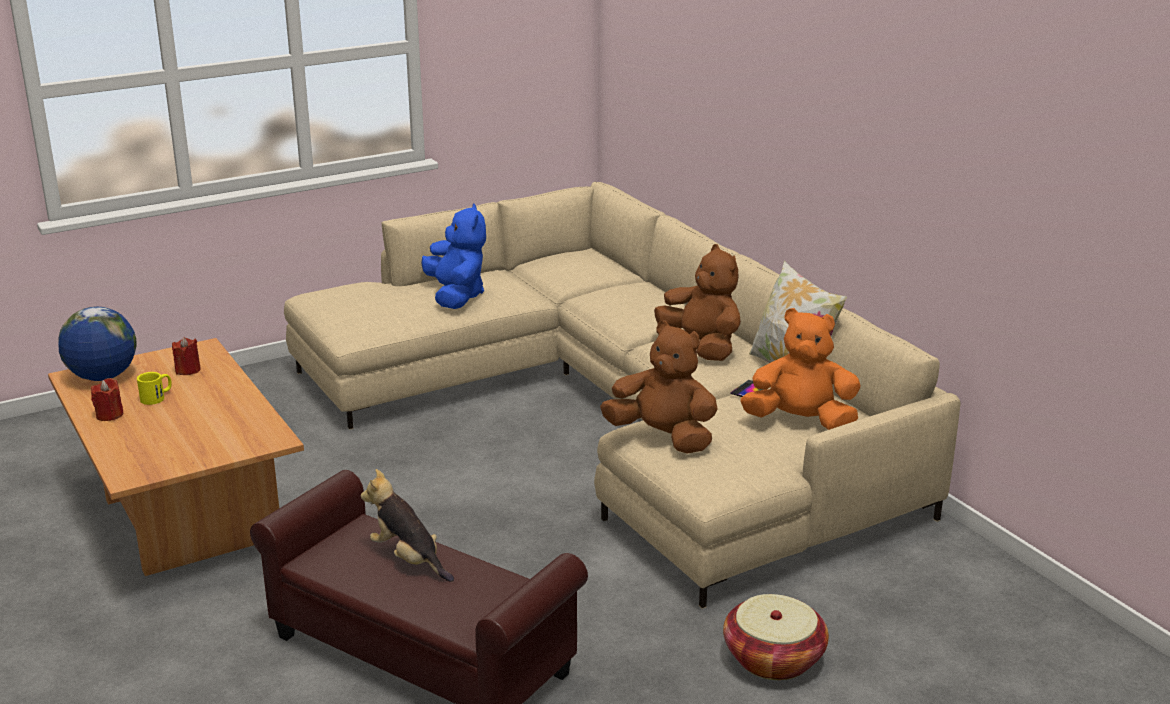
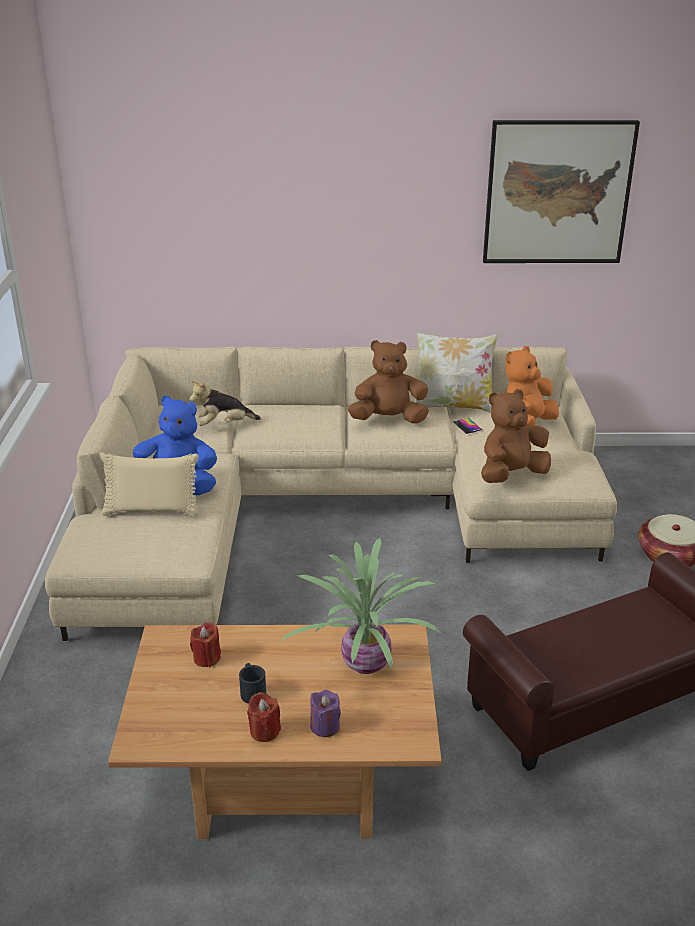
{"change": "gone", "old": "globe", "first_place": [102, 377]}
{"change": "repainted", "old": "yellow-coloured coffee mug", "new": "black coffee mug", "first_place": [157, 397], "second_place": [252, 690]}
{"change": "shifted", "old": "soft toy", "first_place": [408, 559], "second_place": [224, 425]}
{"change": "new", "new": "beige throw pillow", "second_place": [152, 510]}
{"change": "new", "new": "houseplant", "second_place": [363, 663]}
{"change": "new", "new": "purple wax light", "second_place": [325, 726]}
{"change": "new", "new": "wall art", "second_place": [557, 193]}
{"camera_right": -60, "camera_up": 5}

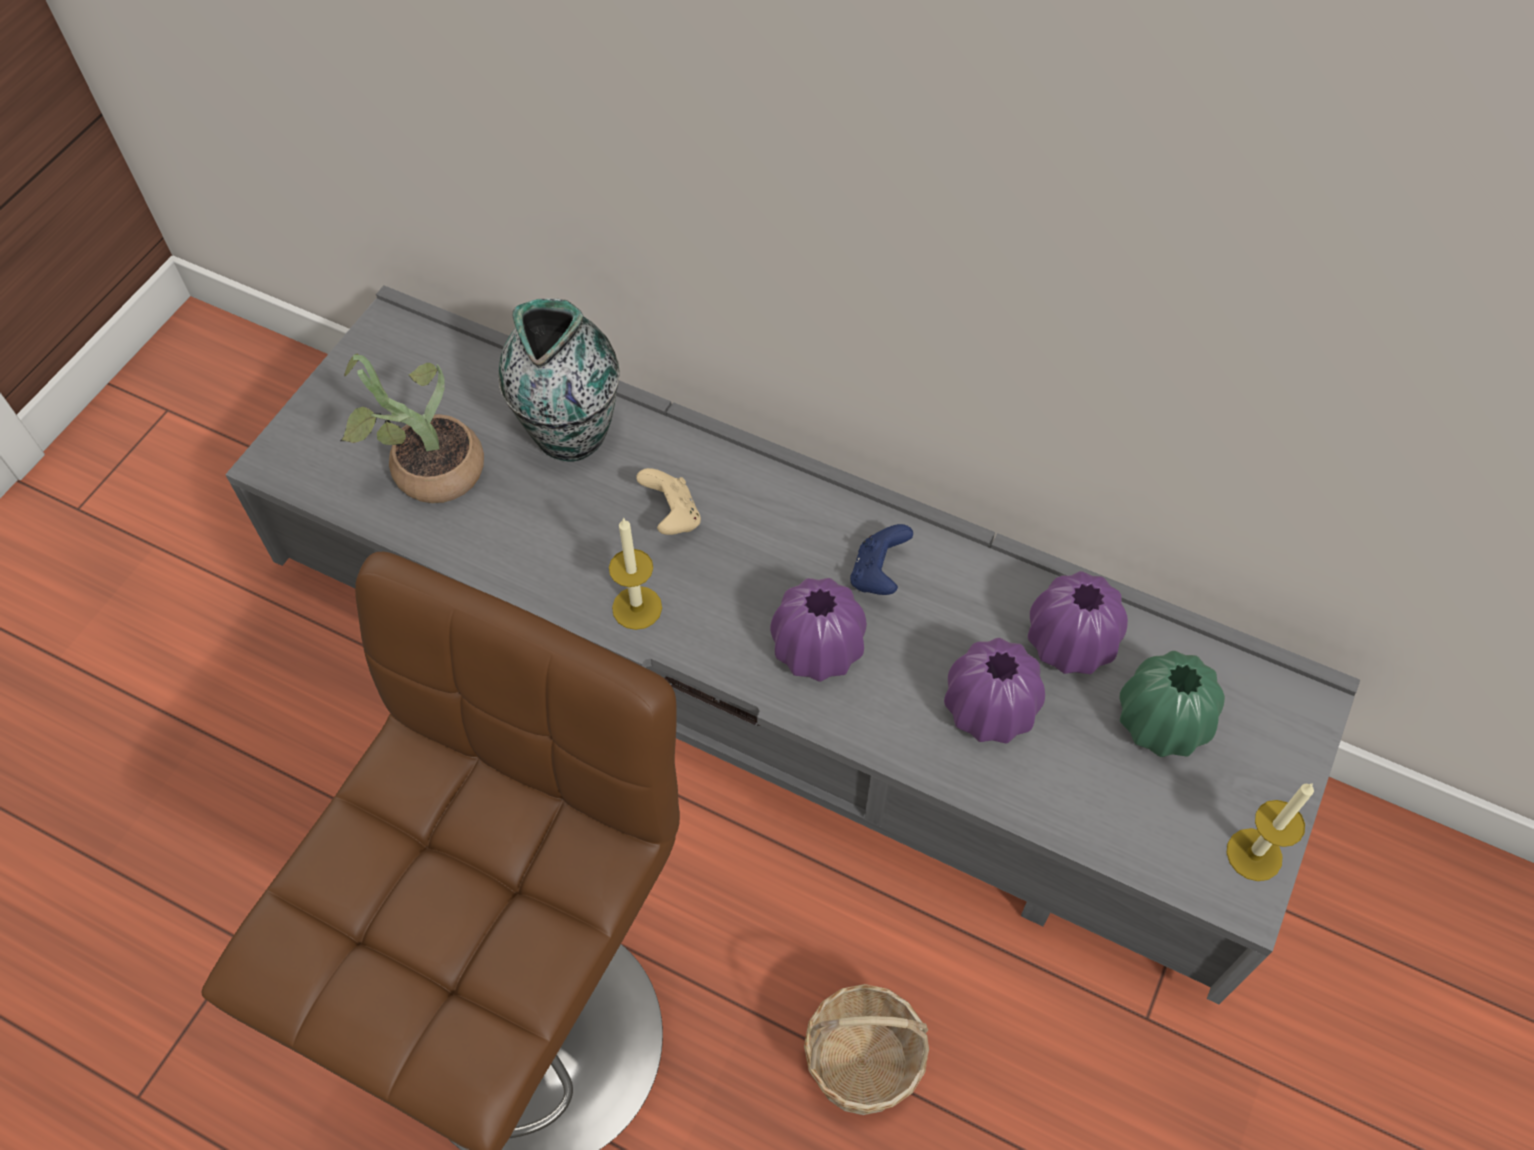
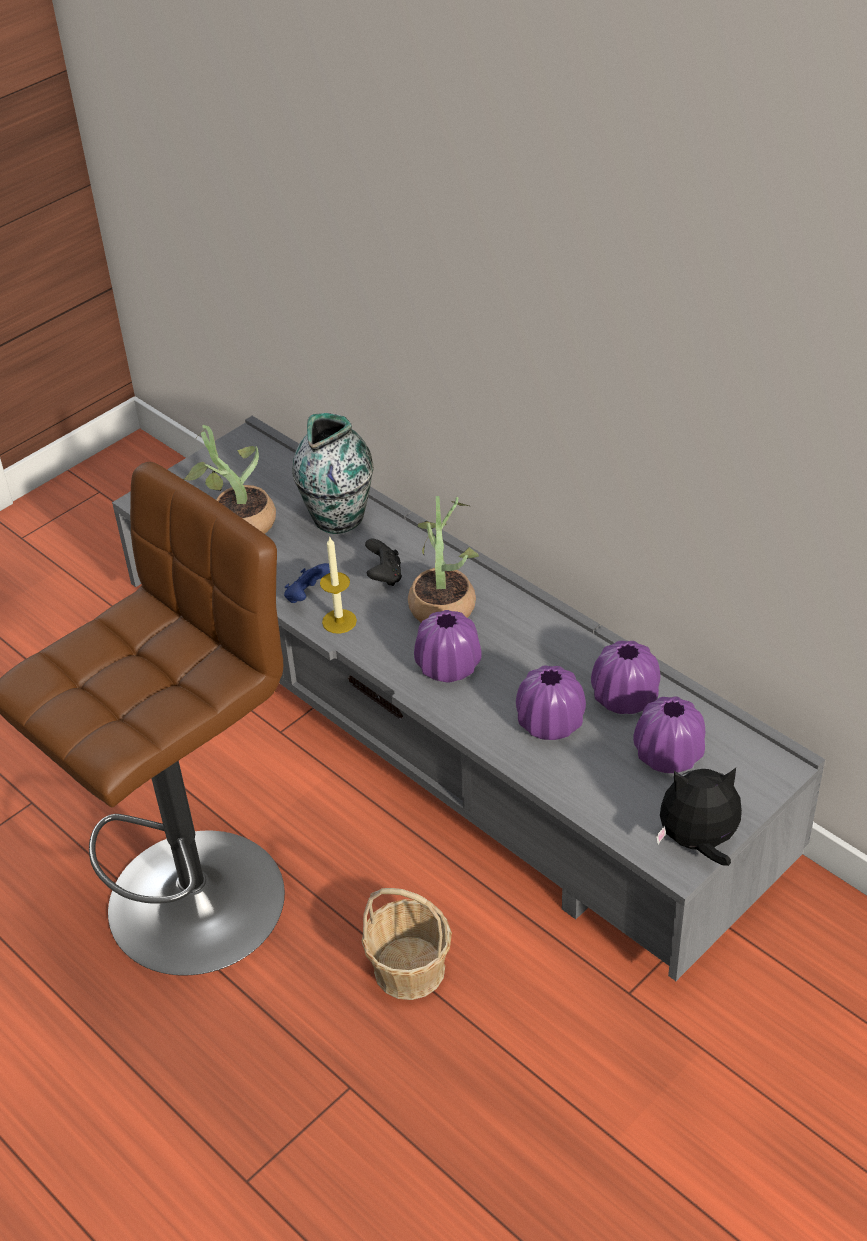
{"change": "repainted", "old": "beige joypad", "new": "black joypad", "first_place": [672, 516], "second_place": [384, 576]}
{"change": "shifted", "old": "blue joypad", "first_place": [878, 574], "second_place": [308, 596]}
{"change": "repainted", "old": "green-coloured flower vase", "new": "purple flower vase", "first_place": [1161, 722], "second_place": [668, 755]}
{"change": "swapped", "old": "wax light", "new": "soft toy", "first_place": [1254, 854], "second_place": [698, 843]}
{"change": "new", "new": "houseplant", "second_place": [443, 602]}
{"camera_right": 20, "camera_up": -15}

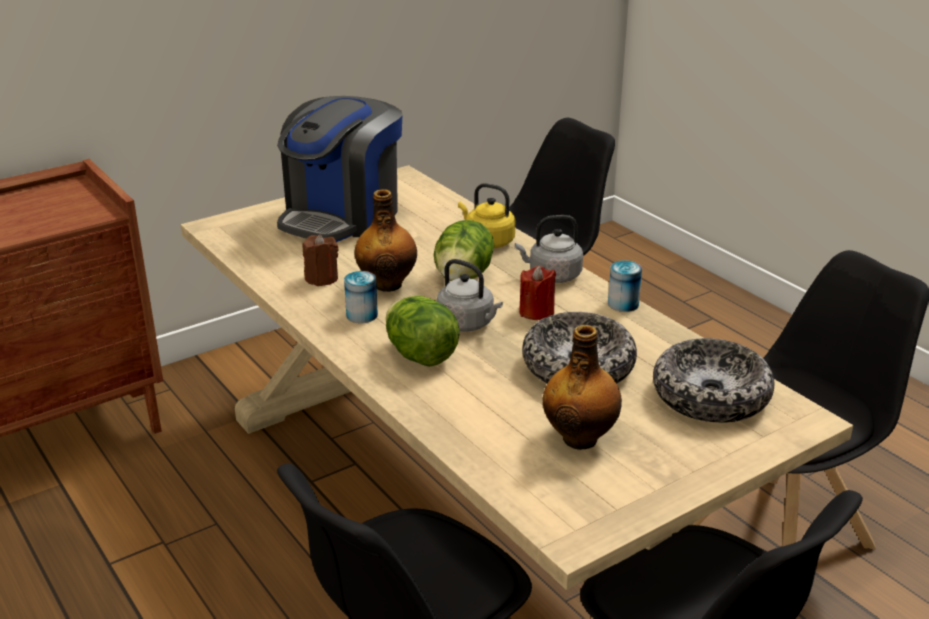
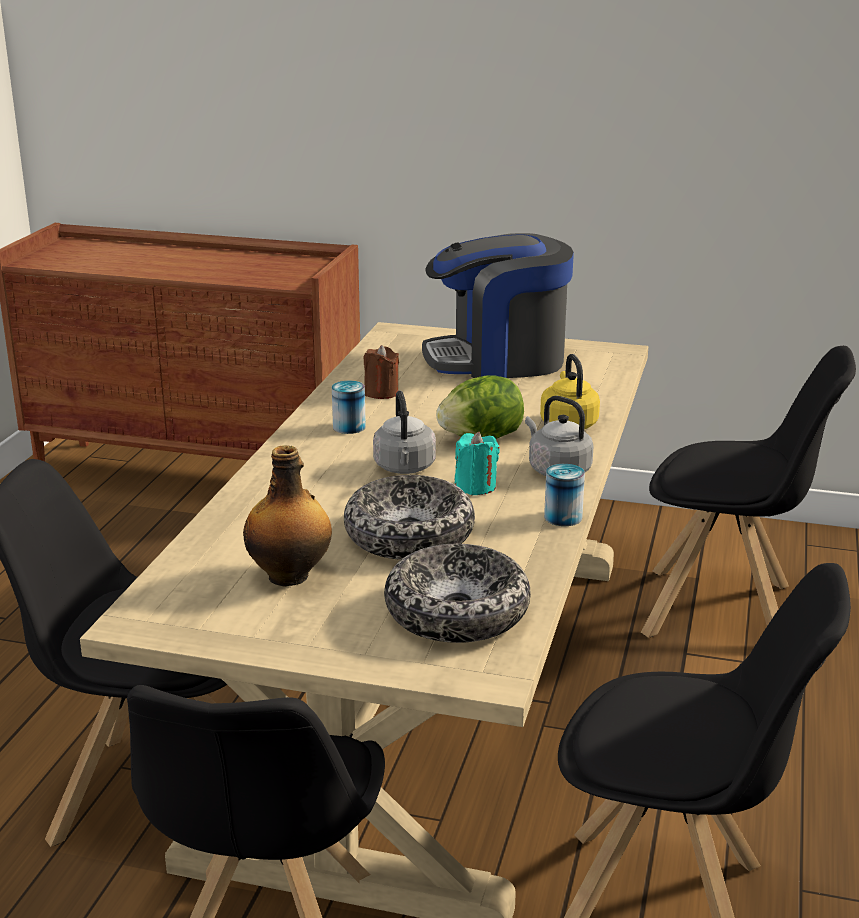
{"change": "gone", "old": "drink bottle", "first_place": [387, 284]}
{"change": "gone", "old": "head of lettuce", "first_place": [420, 356]}
{"change": "repainted", "old": "reddish wax light", "new": "turquoise-coloured wax light", "first_place": [536, 312], "second_place": [475, 487]}
{"camera_right": 50, "camera_up": -5}

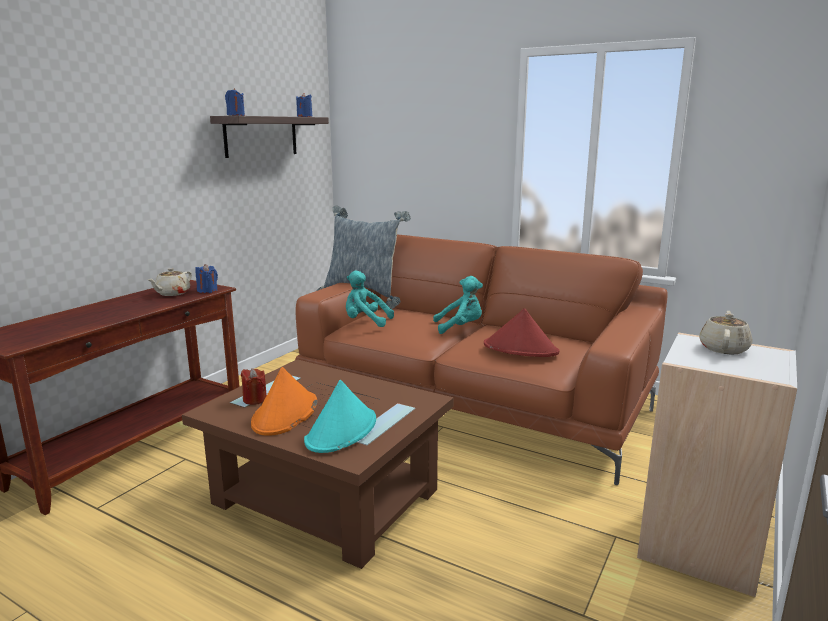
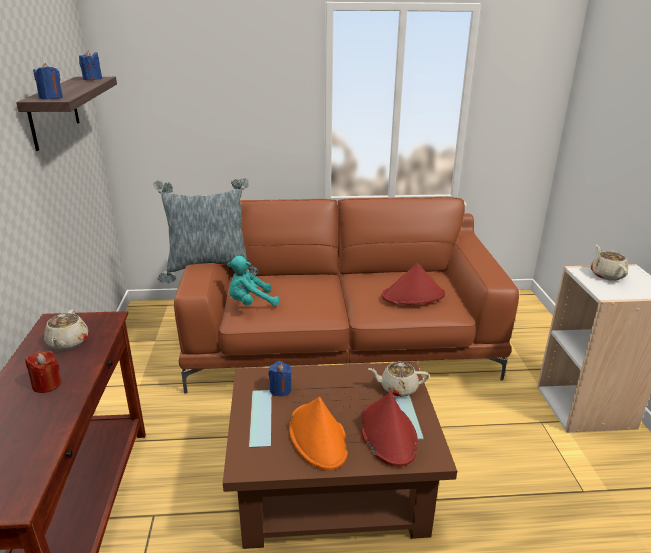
{"change": "shifted", "old": "blue wax light", "first_place": [207, 291], "second_place": [280, 389]}
{"change": "shifted", "old": "reddish wax light", "first_place": [255, 399], "second_place": [47, 385]}
{"change": "repainted", "old": "turquoise-coloured wearable hat", "new": "reddish wearable hat", "first_place": [341, 431], "second_place": [387, 433]}
{"change": "gone", "old": "turquoise-coloured soft toy", "first_place": [460, 327]}
{"change": "new", "new": "beige pot for tea", "second_place": [398, 388]}
{"camera_right": -35, "camera_up": 10}

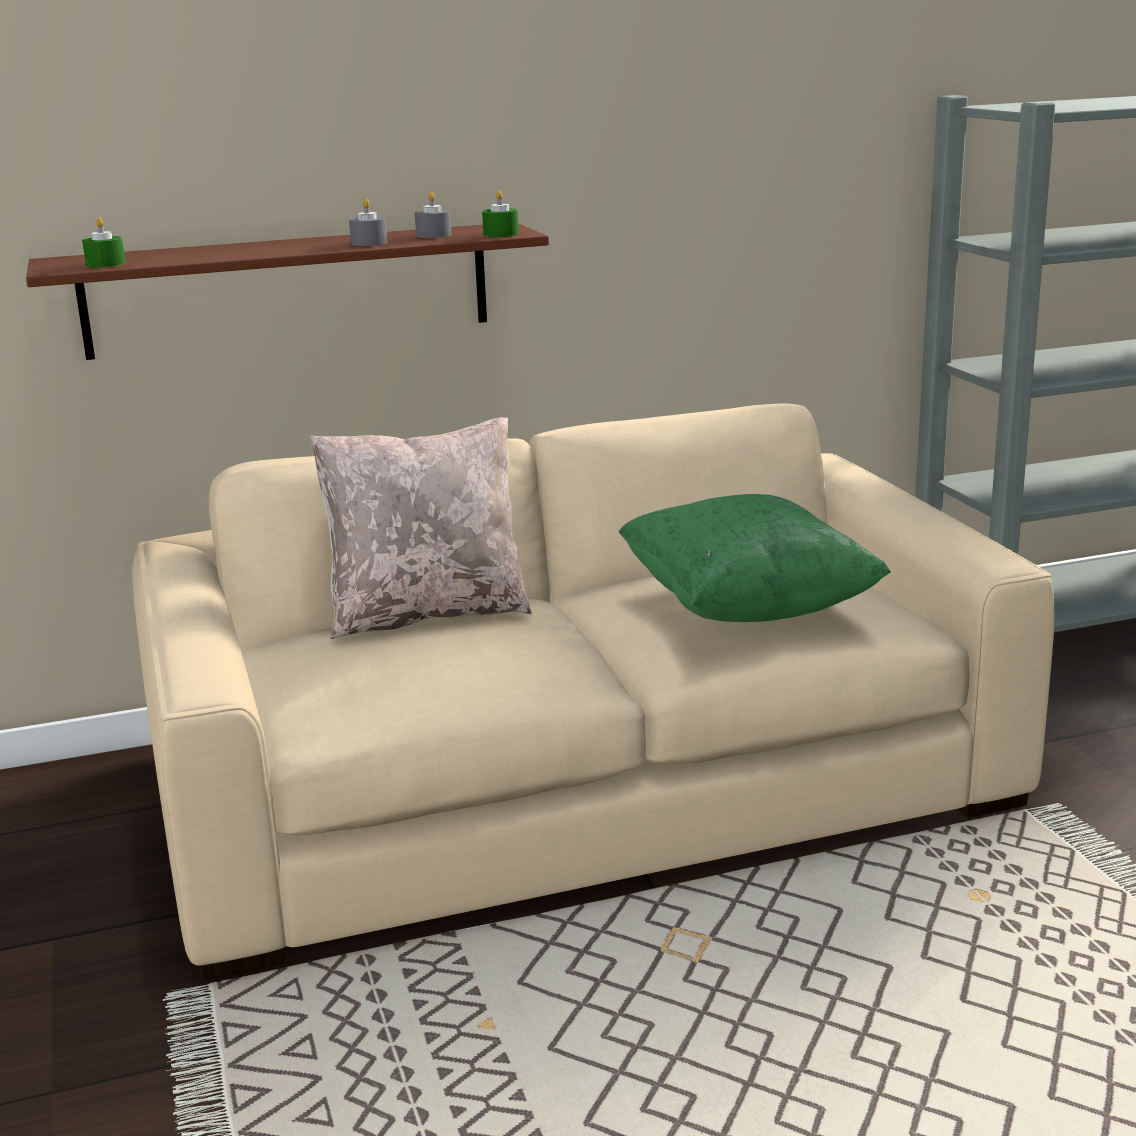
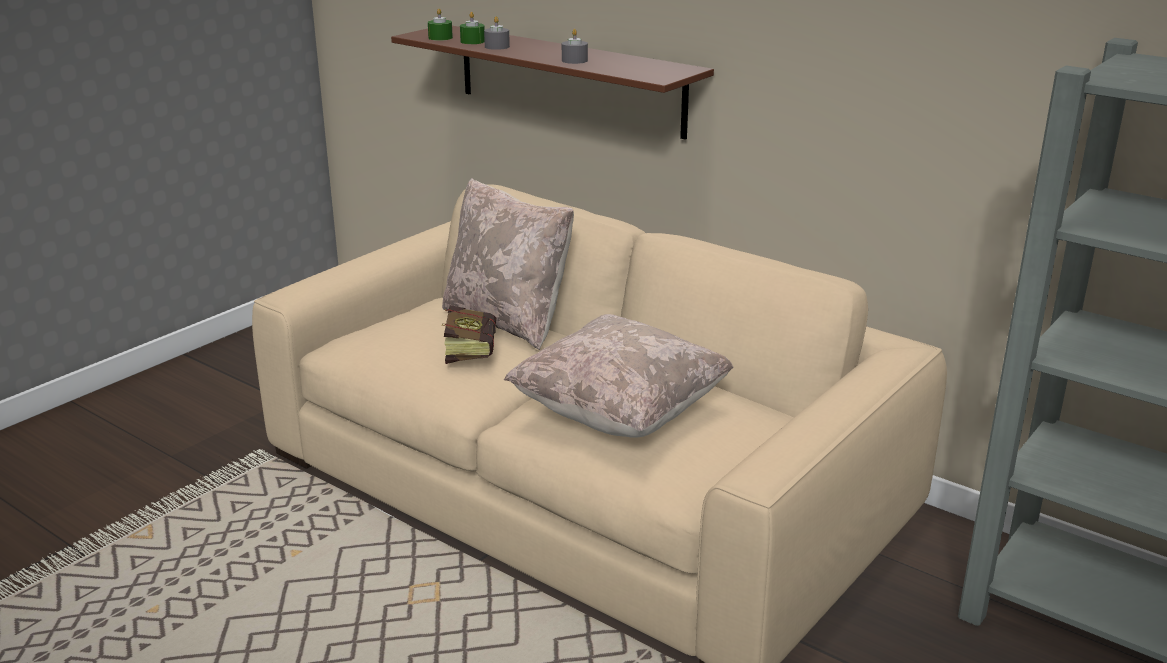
{"change": "shifted", "old": "greyish wax light", "first_place": [433, 235], "second_place": [497, 46]}
{"change": "shifted", "old": "green-coloured wax light", "first_place": [501, 234], "second_place": [472, 41]}
{"change": "repainted", "old": "green-coloured throw pillow", "new": "beige throw pillow", "first_place": [747, 608], "second_place": [620, 413]}
{"change": "new", "new": "book", "second_place": [471, 351]}
{"camera_right": 55, "camera_up": 5}

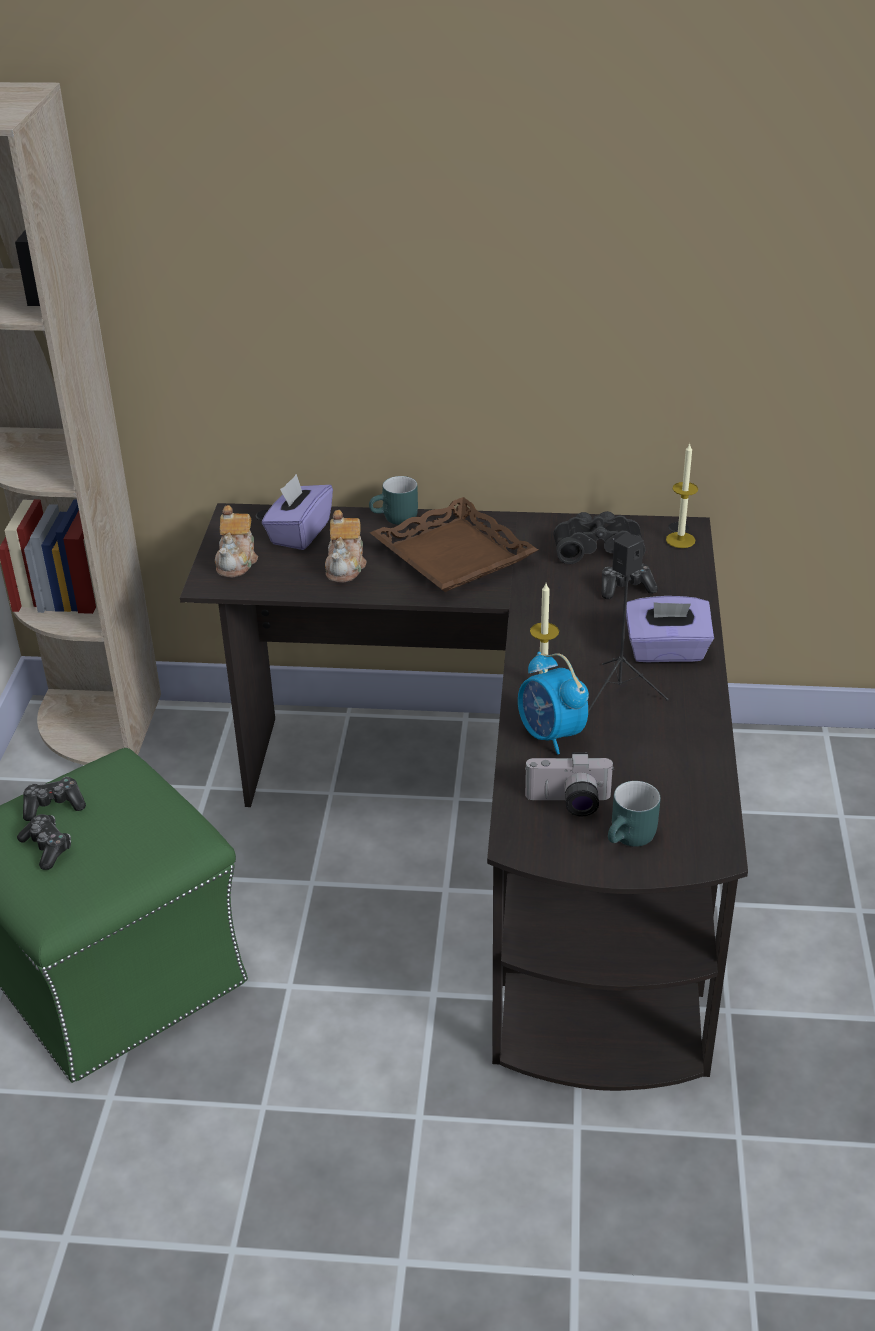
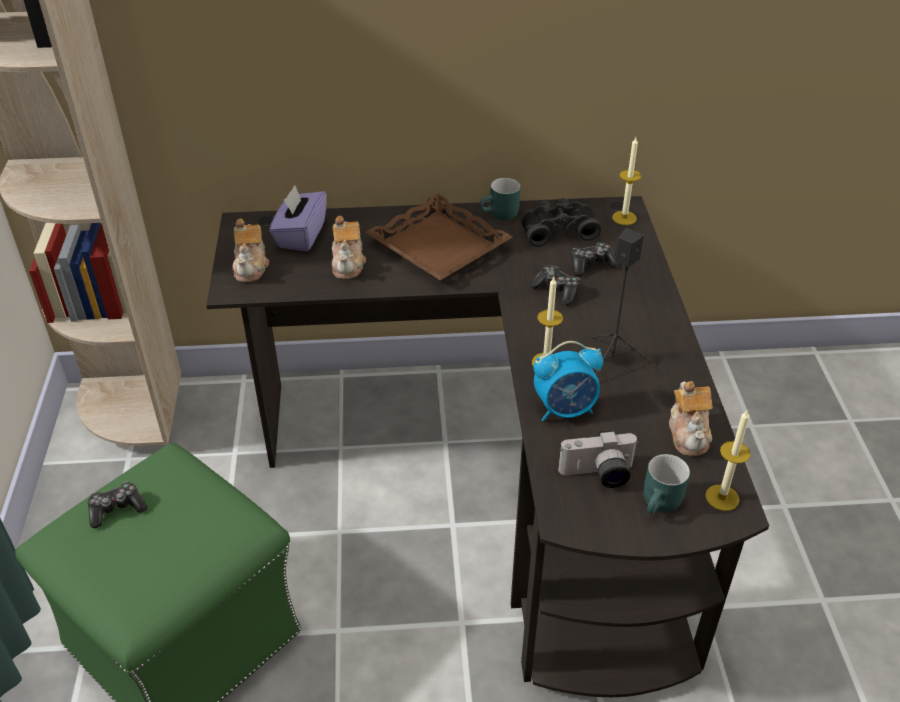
{"change": "shifted", "old": "joypad", "first_place": [47, 847], "second_place": [557, 290]}
{"change": "shifted", "old": "turquoise-coloured coffee mug", "first_place": [396, 519], "second_place": [500, 215]}
{"change": "rotated", "old": "alarm clock", "first_place": [551, 735], "second_place": [565, 410], "degrees": -60}
{"change": "gone", "old": "purple tissue holder", "first_place": [666, 651]}
{"change": "new", "new": "pot for tea", "second_place": [689, 433]}
{"change": "new", "new": "wax light", "second_place": [722, 497]}
{"camera_right": -10, "camera_up": 5}

